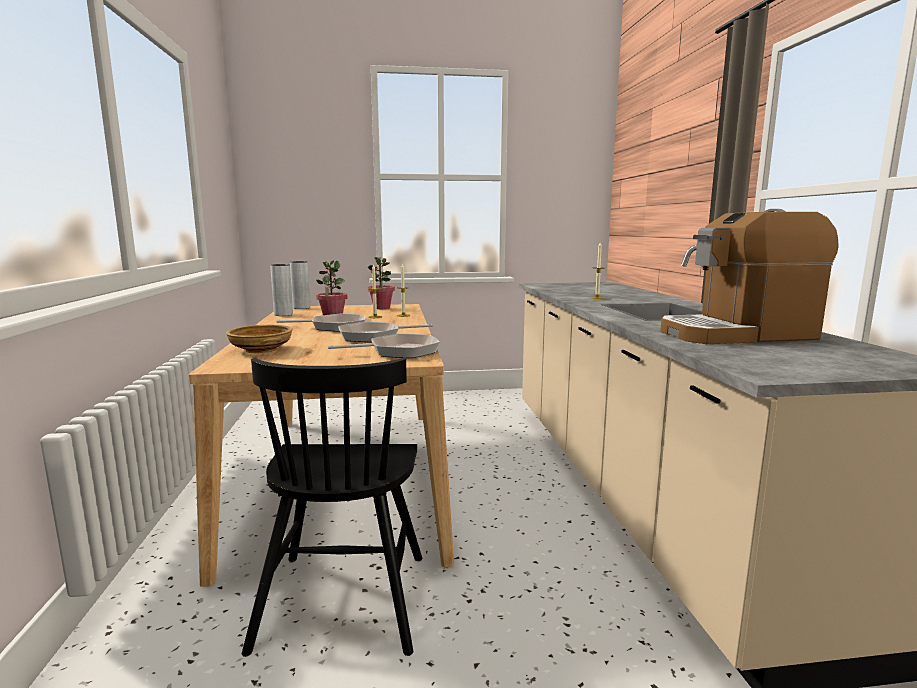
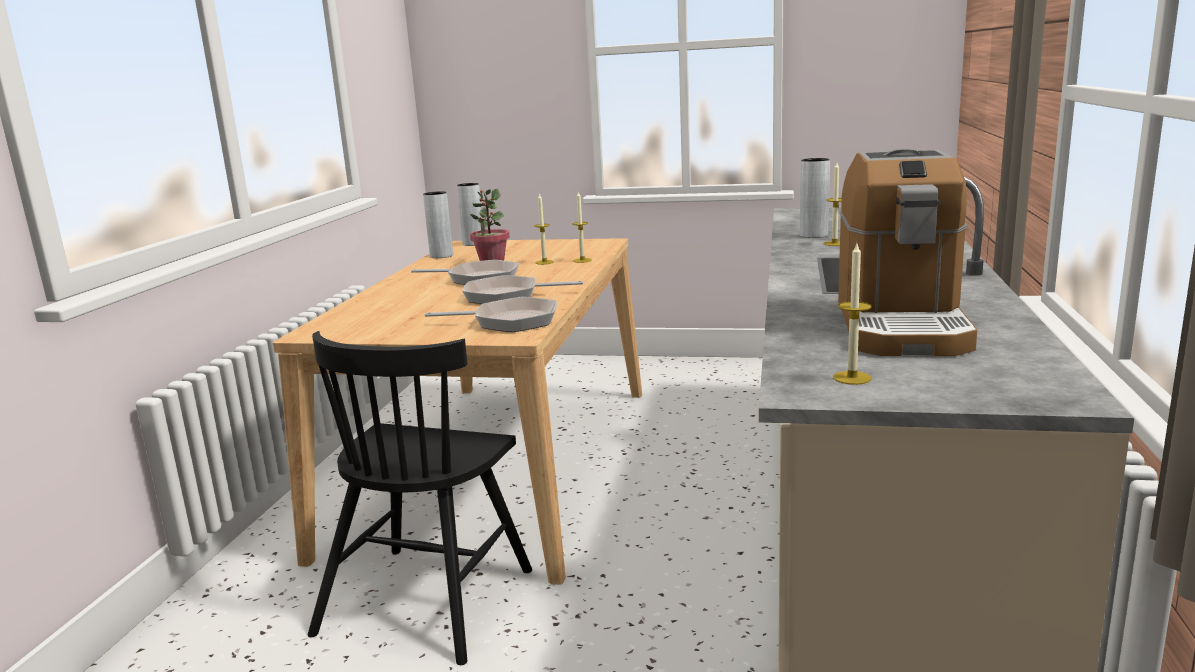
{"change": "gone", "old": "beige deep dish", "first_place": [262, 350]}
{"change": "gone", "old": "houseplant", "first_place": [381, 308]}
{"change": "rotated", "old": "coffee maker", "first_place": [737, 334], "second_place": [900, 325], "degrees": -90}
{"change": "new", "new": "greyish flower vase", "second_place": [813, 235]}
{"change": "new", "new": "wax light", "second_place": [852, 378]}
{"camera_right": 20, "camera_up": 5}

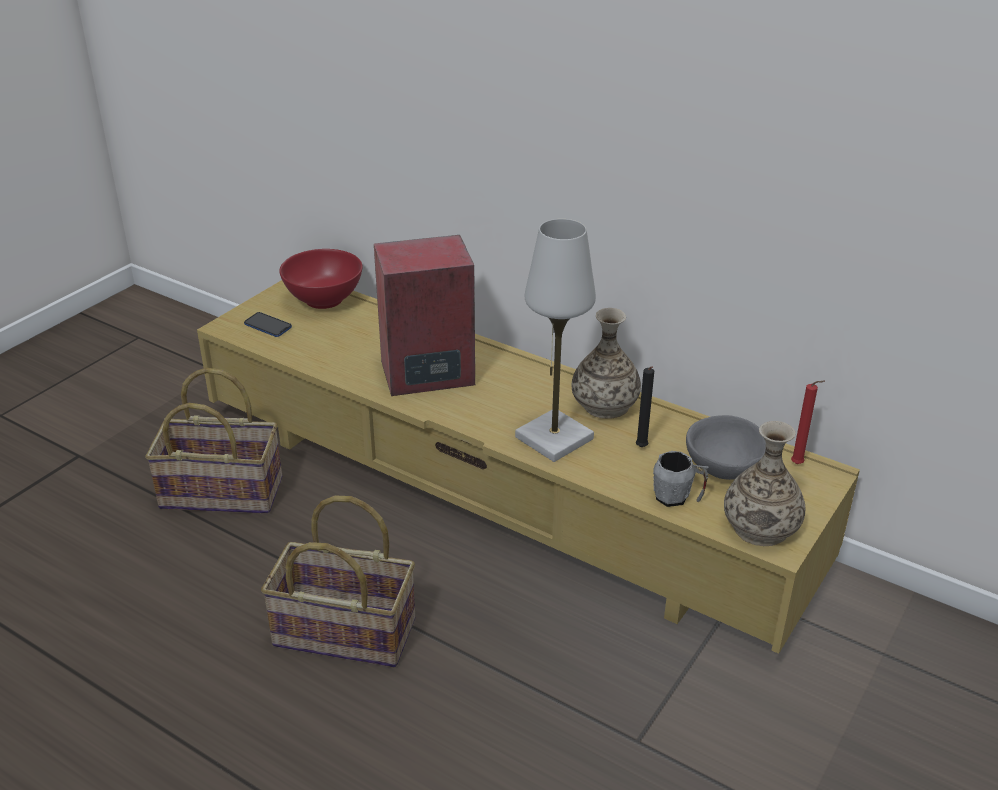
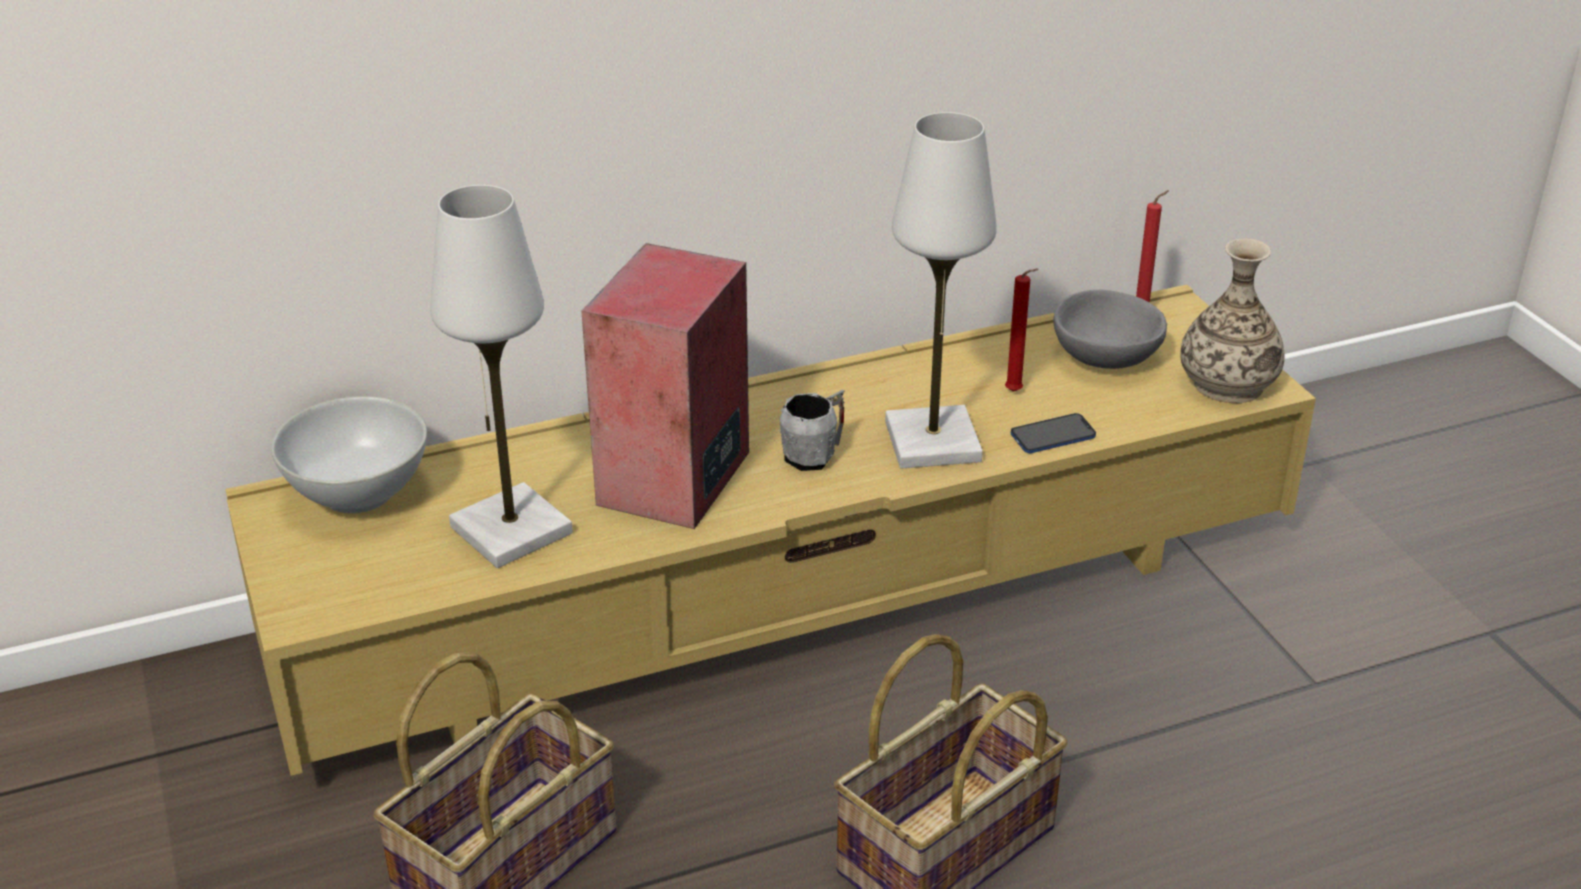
{"change": "shifted", "old": "phone", "first_place": [268, 326], "second_place": [1053, 436]}
{"change": "repainted", "old": "reddish deep dish", "new": "whitish deep dish", "first_place": [323, 299], "second_place": [358, 493]}
{"change": "gone", "old": "flower vase", "first_place": [605, 405]}
{"change": "repainted", "old": "black wax light", "new": "reddish wax light", "first_place": [641, 448], "second_place": [1016, 392]}
{"change": "shifted", "old": "greyish coffee mug", "first_place": [677, 498], "second_place": [815, 455]}
{"change": "new", "new": "whitish tabletop lamp", "second_place": [511, 530]}
{"camera_right": -55, "camera_up": 0}

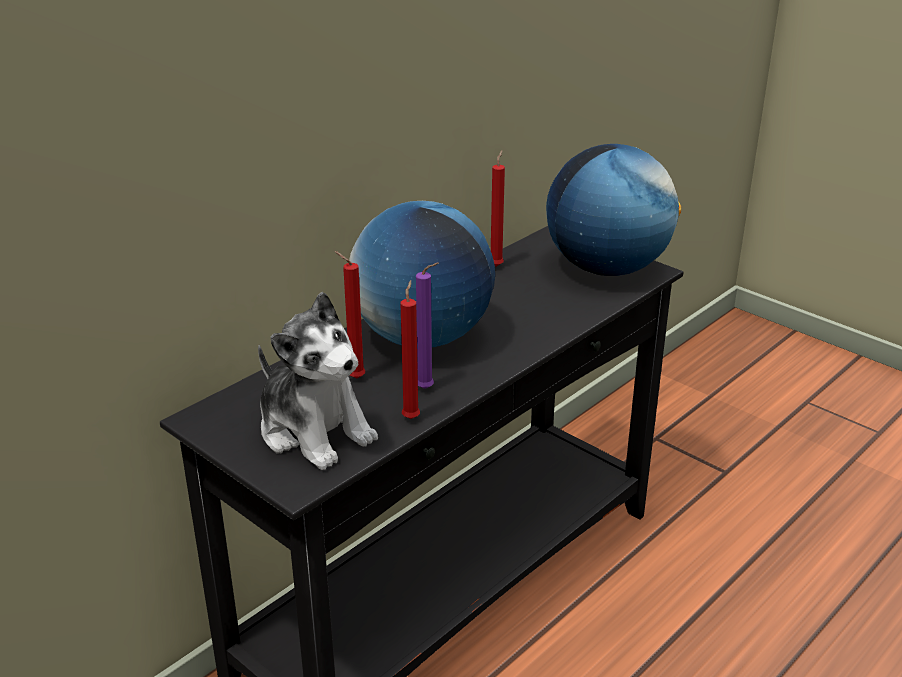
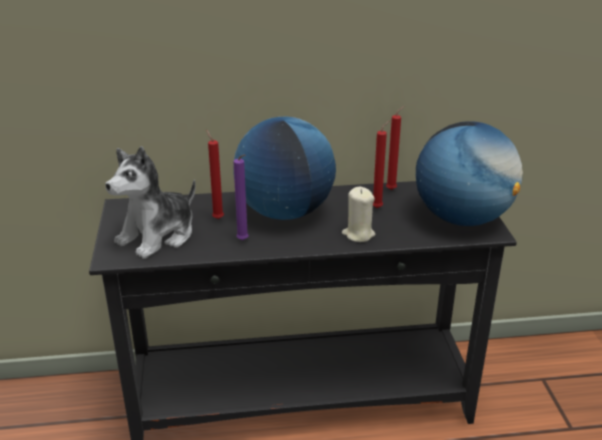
{"change": "rotated", "old": "soft toy", "first_place": [315, 431], "second_place": [158, 236], "degrees": 45}
{"change": "shifted", "old": "reddish wax light", "first_place": [411, 417], "second_place": [378, 207]}
{"change": "new", "new": "beige wax light", "second_place": [358, 234]}
{"camera_right": 40, "camera_up": 0}

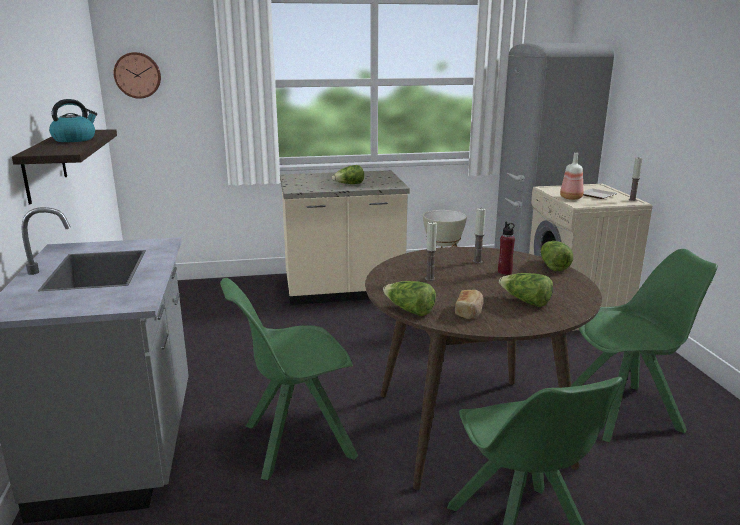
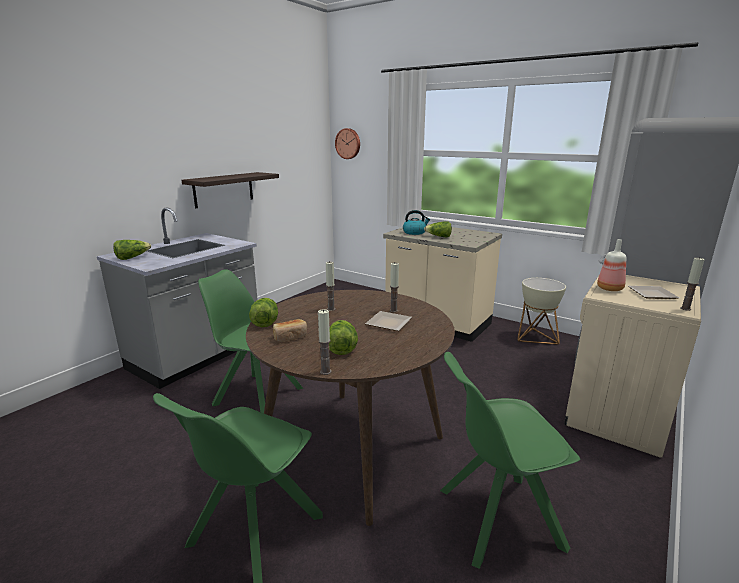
{"change": "shifted", "old": "kettle", "first_place": [75, 139], "second_place": [414, 232]}
{"change": "swapped", "old": "reddish drink bottle", "new": "dinner plate", "first_place": [504, 272], "second_place": [389, 324]}
{"change": "shifted", "old": "head of lettuce", "first_place": [553, 266], "second_place": [132, 257]}
{"change": "rotated", "old": "green-coloured upright chair", "first_place": [625, 412], "second_place": [496, 518], "degrees": 135}
{"change": "new", "new": "wax light", "second_place": [325, 371]}
{"camera_right": 45, "camera_up": 0}

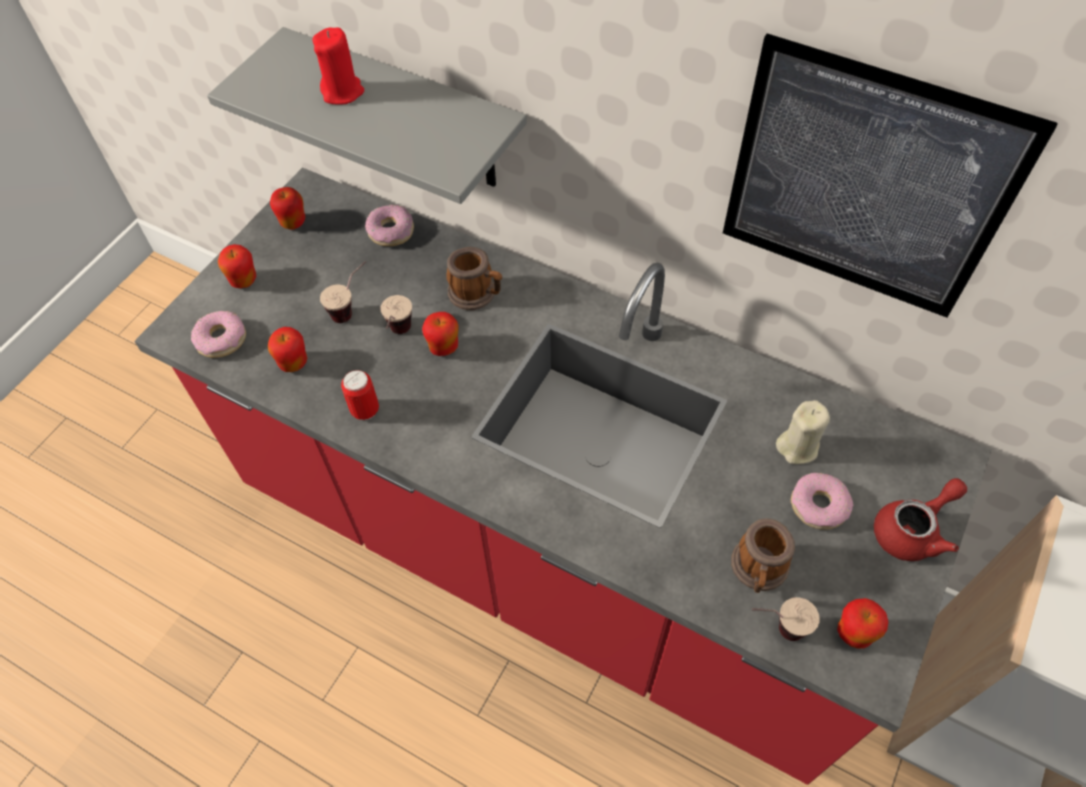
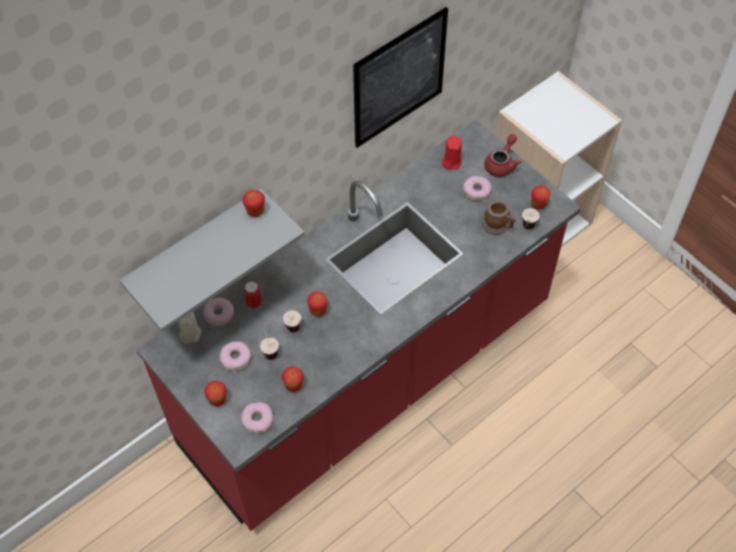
{"change": "shifted", "old": "whole apple", "first_place": [293, 223], "second_place": [255, 211]}
{"change": "shifted", "old": "reddish wax light", "first_place": [343, 92], "second_place": [451, 162]}
{"change": "shifted", "old": "can", "first_place": [365, 410], "second_place": [254, 303]}
{"change": "gone", "old": "coffee mug", "first_place": [477, 294]}
{"change": "shifted", "old": "beige wax light", "first_place": [798, 447], "second_place": [190, 333]}
{"change": "rotated", "old": "reddish pot for tea", "first_place": [913, 530], "second_place": [501, 164], "degrees": 45}
{"change": "new", "new": "ring doughnut", "second_place": [236, 358]}
{"camera_right": -70, "camera_up": 0}

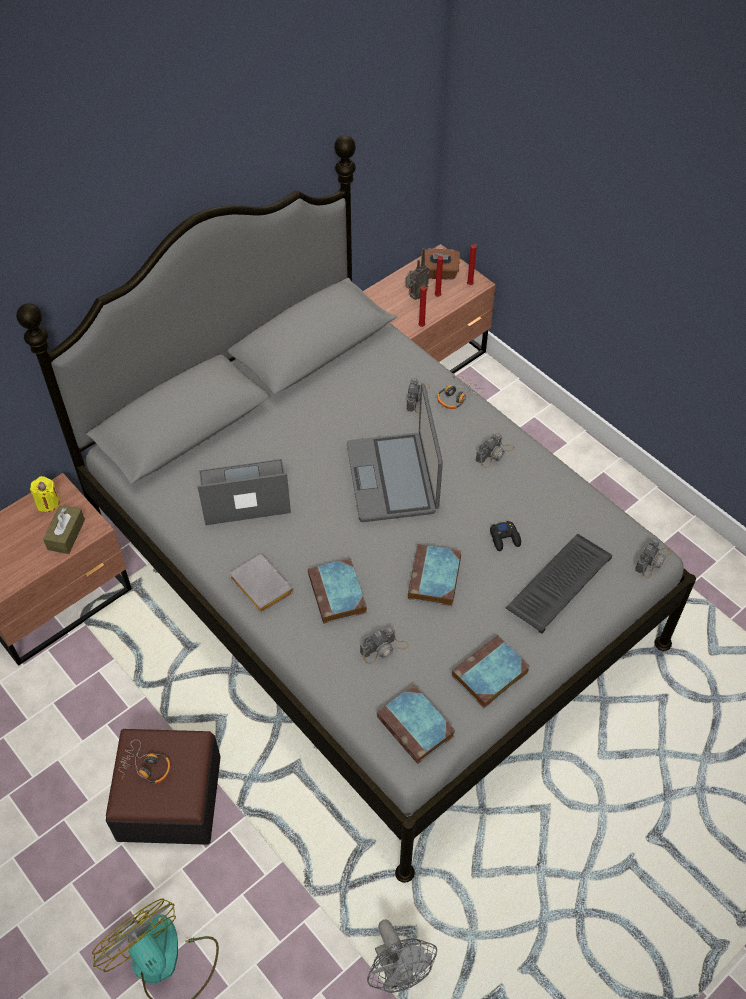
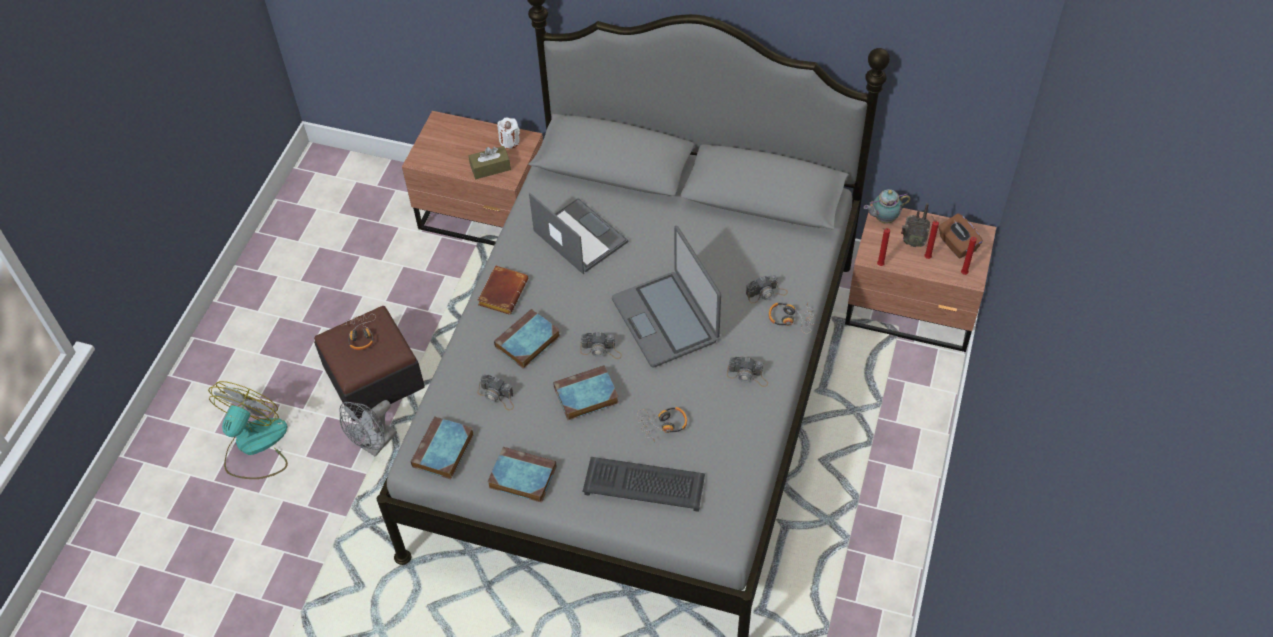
{"change": "repainted", "old": "yellow-coloured wax light", "new": "whitish wax light", "first_place": [47, 502], "second_place": [509, 141]}
{"change": "repainted", "old": "greyish book", "new": "brown book", "first_place": [259, 586], "second_place": [502, 292]}
{"change": "rotated", "old": "notebook computer", "first_place": [393, 478], "second_place": [666, 319], "degrees": -75}
{"change": "shifted", "old": "greyish electric fan", "first_place": [398, 971], "second_place": [375, 445]}
{"change": "swapped", "old": "black joypad", "new": "headset", "first_place": [505, 538], "second_place": [663, 425]}
{"change": "shifted", "old": "still camera", "first_place": [653, 560], "second_place": [601, 350]}
{"change": "new", "new": "pot for tea", "second_place": [883, 219]}
{"camera_right": 60, "camera_up": 0}

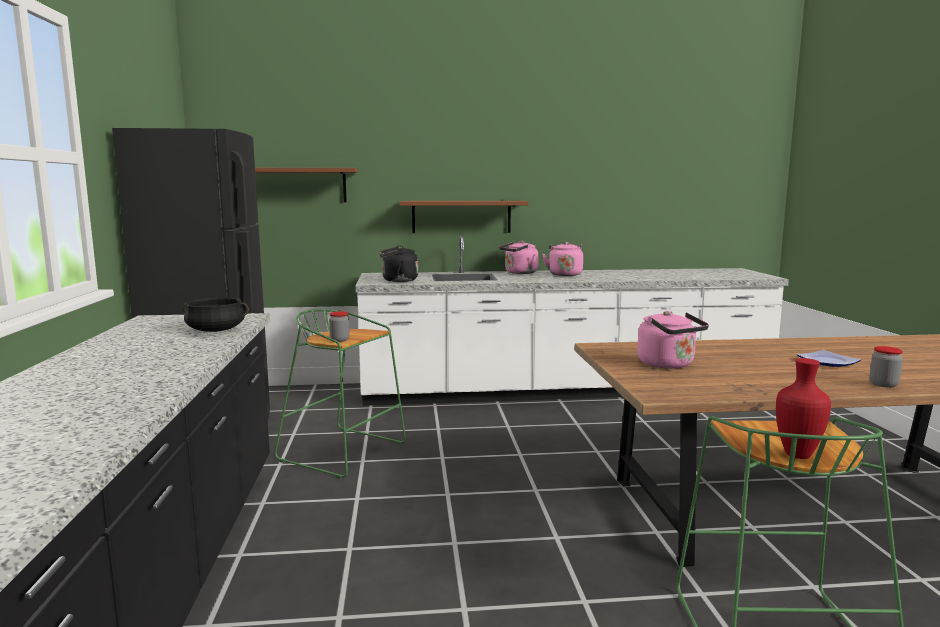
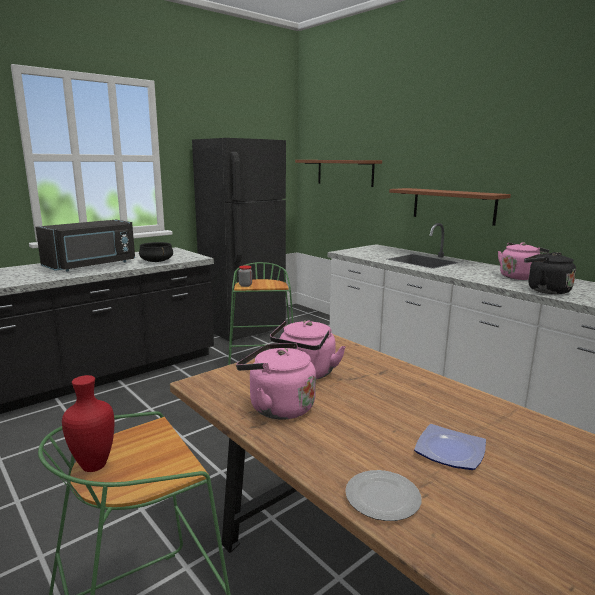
{"change": "shifted", "old": "black kettle", "first_place": [397, 280], "second_place": [545, 290]}
{"change": "shifted", "old": "pinkish kettle", "first_place": [519, 273], "second_place": [277, 407]}
{"change": "swapped", "old": "preserve jar", "new": "dinner plate", "first_place": [883, 384], "second_place": [382, 498]}
{"change": "new", "new": "black microwave oven", "second_place": [92, 265]}
{"camera_right": 55, "camera_up": 5}

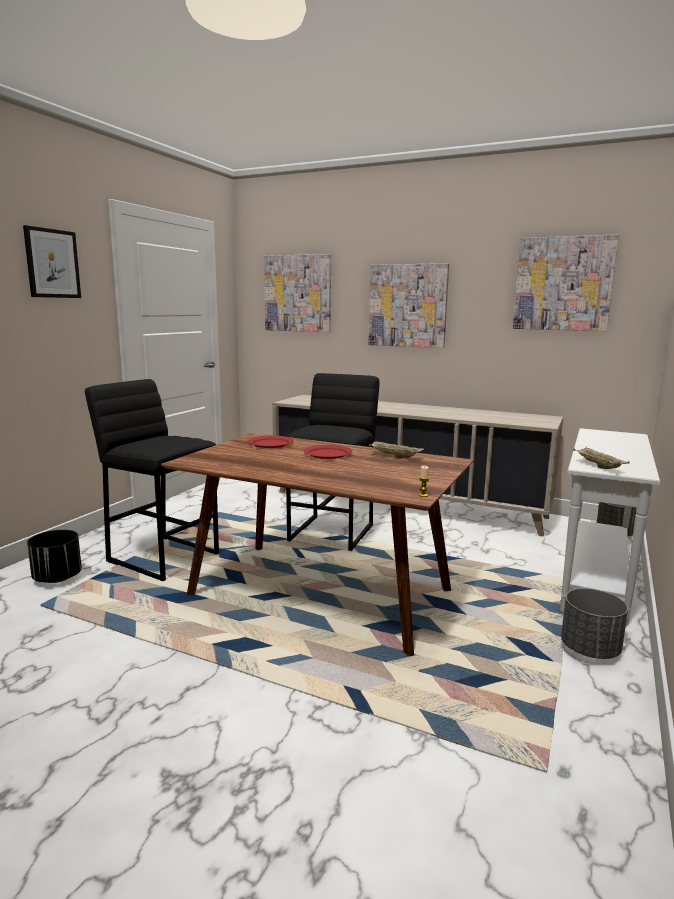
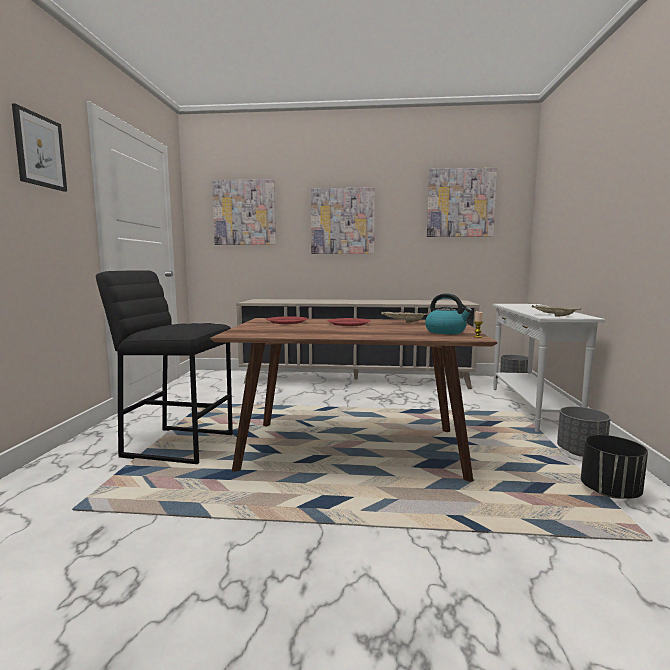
{"change": "shifted", "old": "black planter", "first_place": [57, 578], "second_place": [610, 492]}
{"change": "gone", "old": "black sitting stool", "first_place": [332, 532]}
{"change": "new", "new": "kettle", "second_place": [446, 331]}
{"camera_right": -20, "camera_up": -5}

